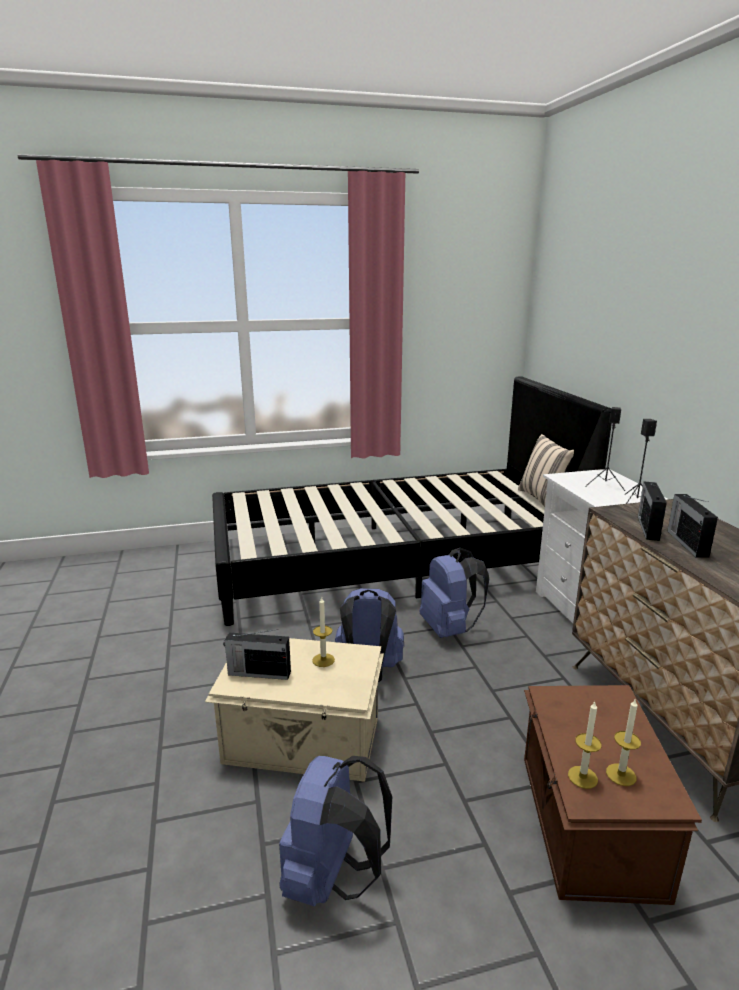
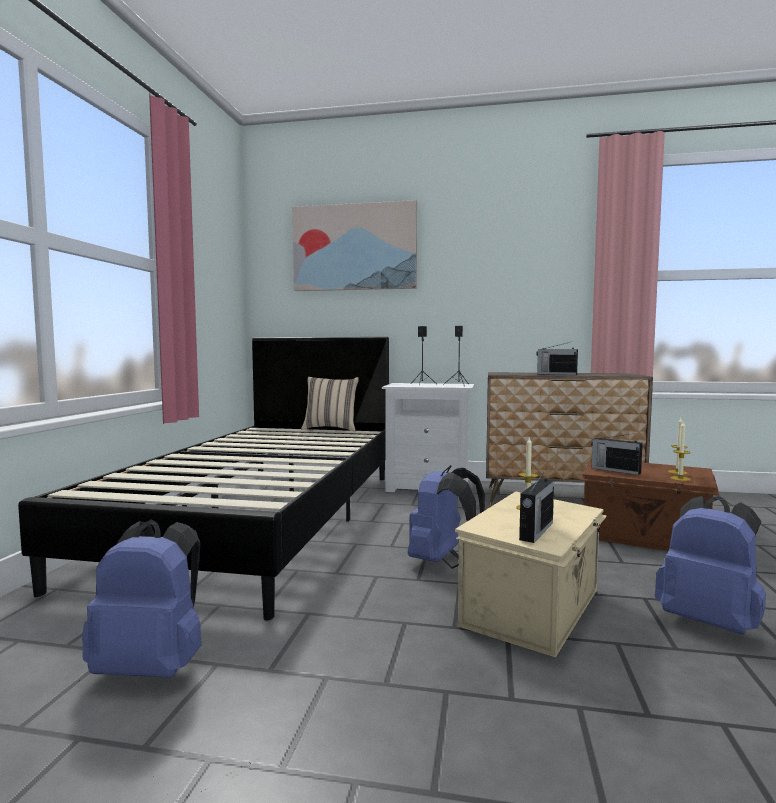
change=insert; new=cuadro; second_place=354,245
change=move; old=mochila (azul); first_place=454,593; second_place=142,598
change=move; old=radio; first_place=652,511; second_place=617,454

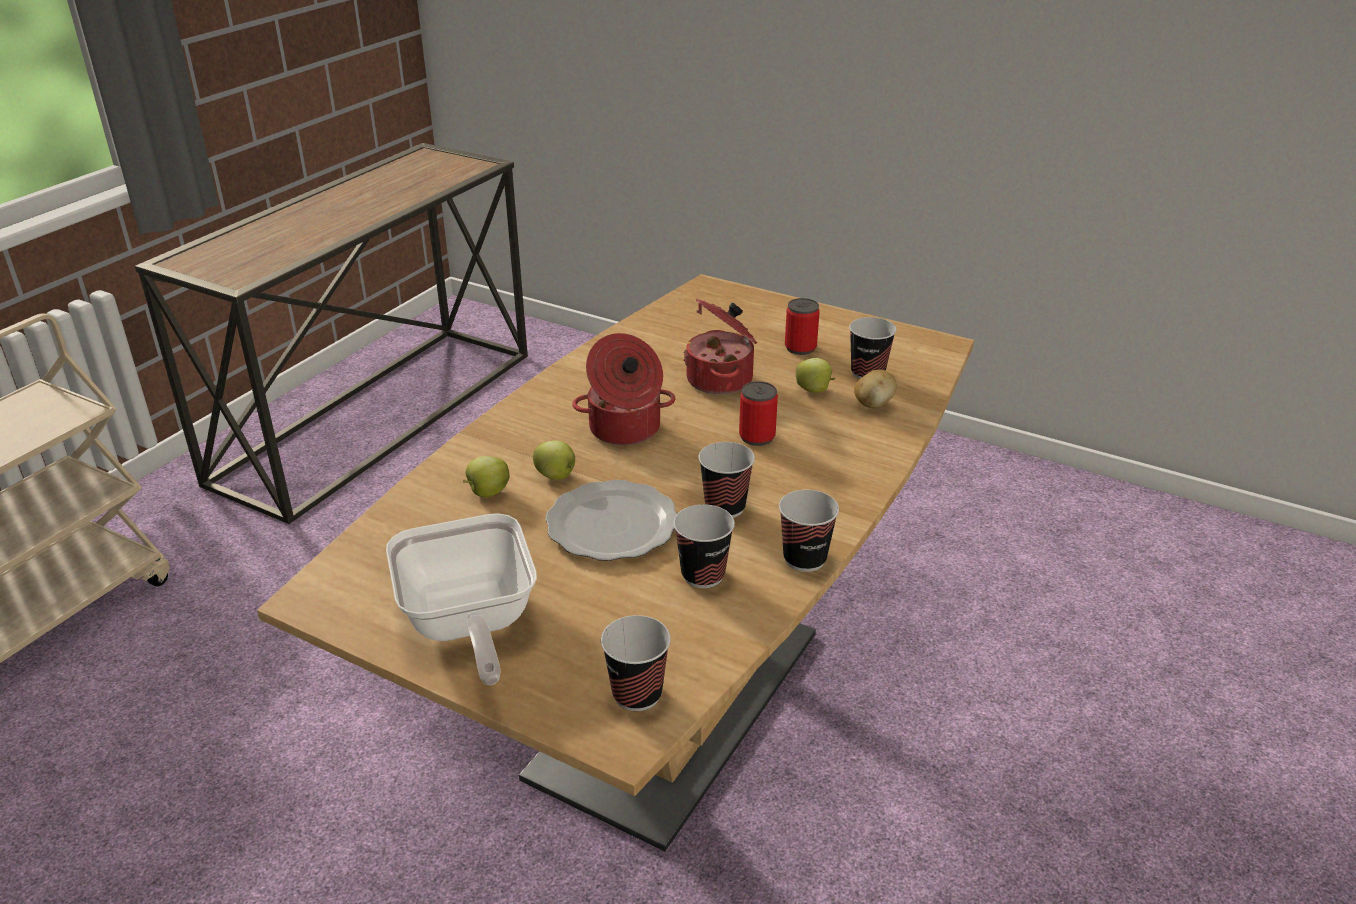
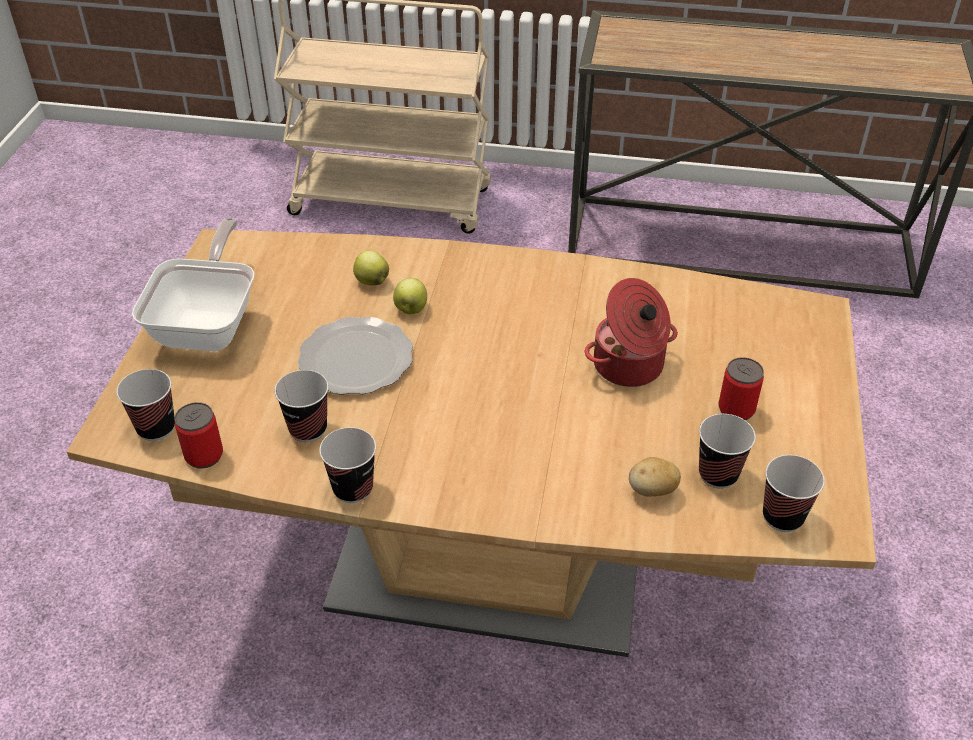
change=delete; old=olla; first_place=624,389
change=delete; old=manzana; first_place=815,375
change=move; old=taza; first_place=727,480; second_place=794,493
change=move; old=lata; first_place=758,413; second_place=199,435
change=rotate; old=sartén; first_place=461,599; second_place=193,284; degrees=135

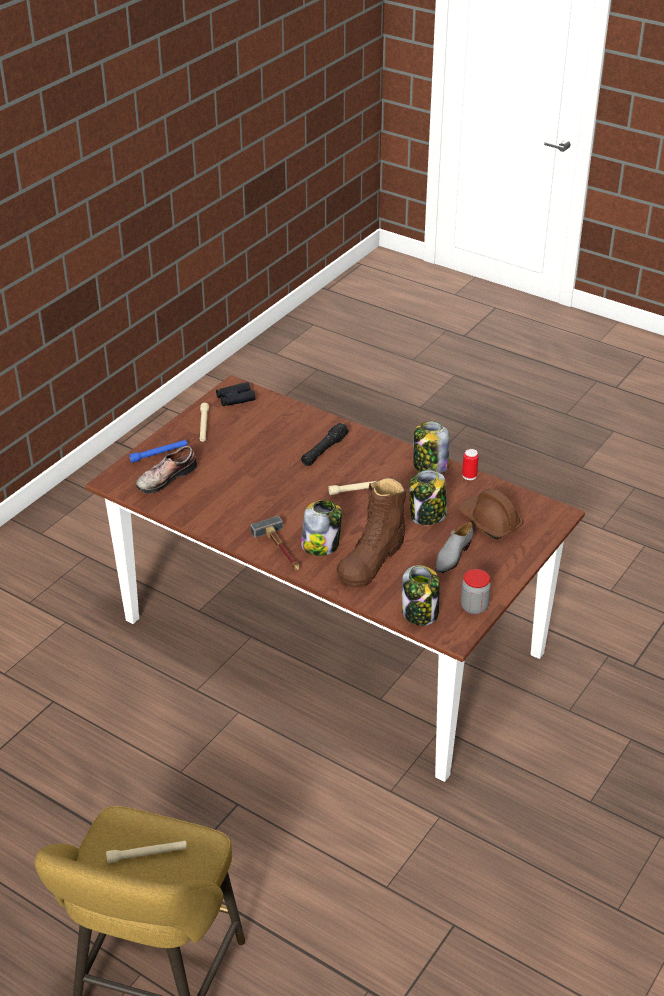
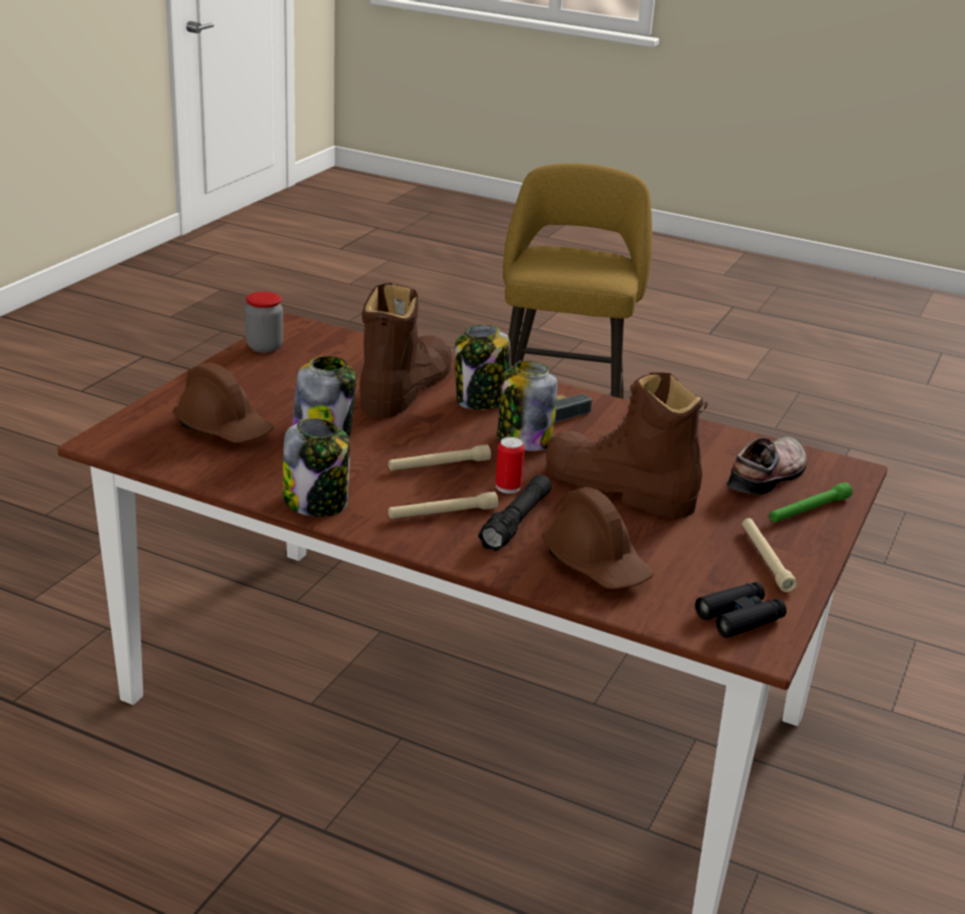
change=delete; old=zapato (gris); first_place=454,547
change=insert; new=casco (marrón); second_place=598,538
change=insert; new=bota (marrón); second_place=627,445
change=move; old=linterna (beis); first_place=146,852; second_place=443,505
change=move; old=tarro; first_place=421,595; second_place=527,406
change=move; old=lata; first_place=470,464; second_place=510,465
change=recolor; old=linterna (azul); new=linterna (verde); first_place=158,451; second_place=811,502

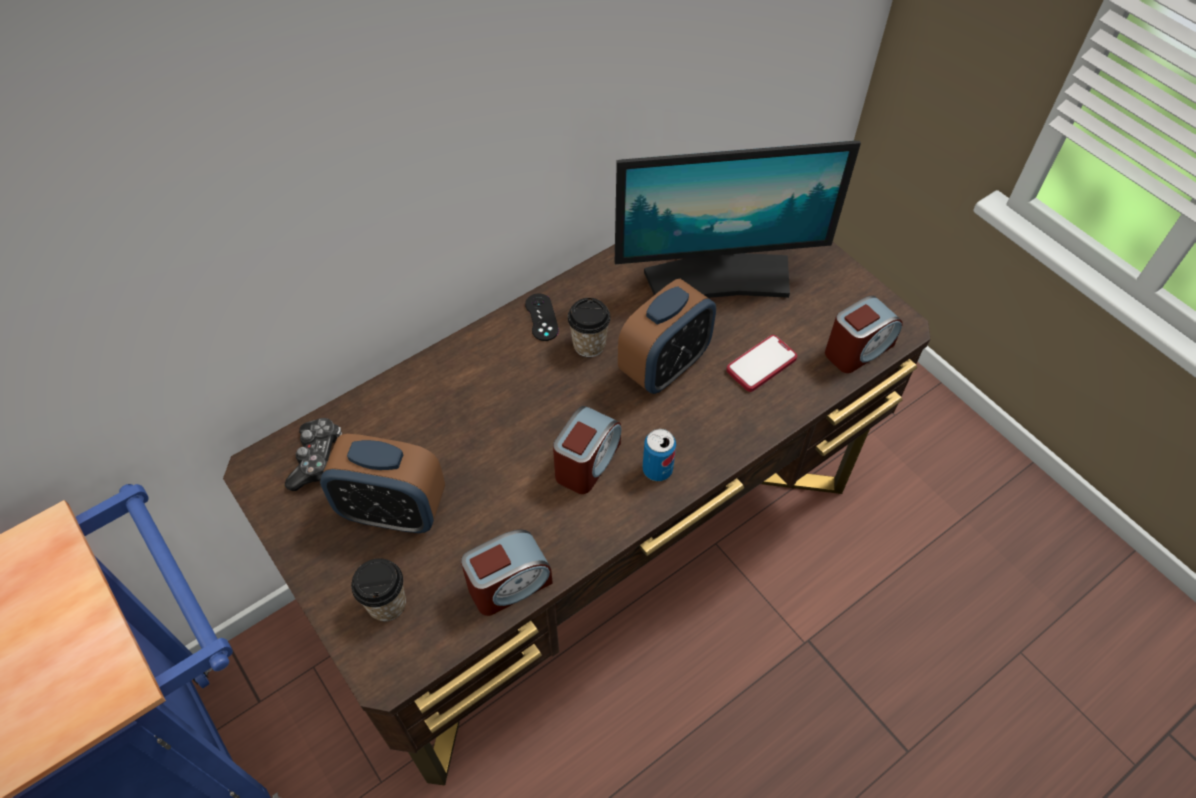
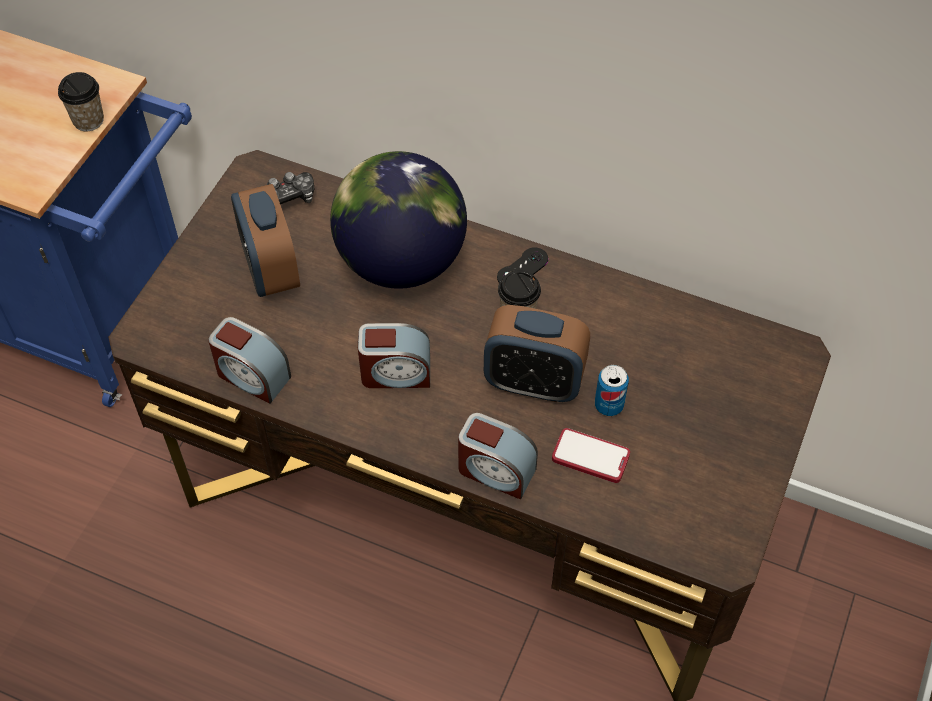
change=delete; old=monitor; first_place=738,219
change=insert; new=globo terráqueo; second_place=398,220
change=move; old=taza; first_place=378,589; second_place=81,101
change=move; old=lata; first_place=659,455; second_place=612,390
change=move; old=despertador; first_place=864,334; second_place=498,456

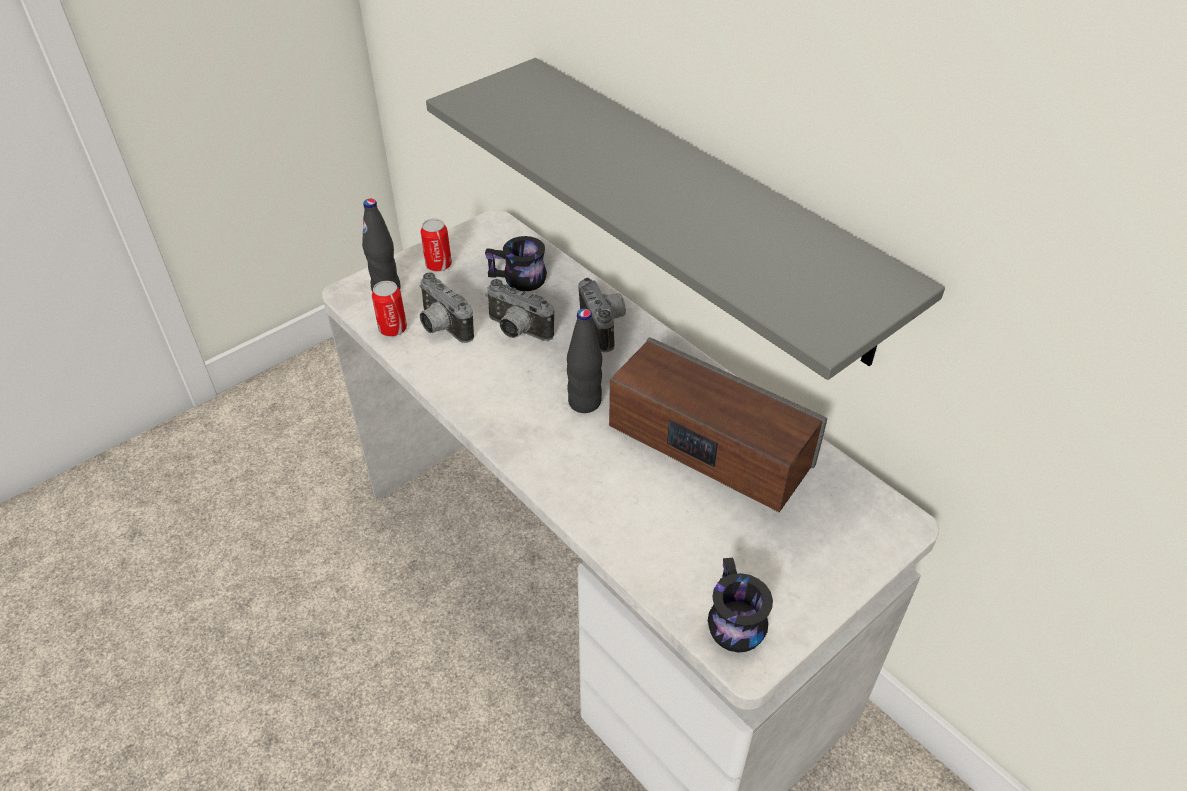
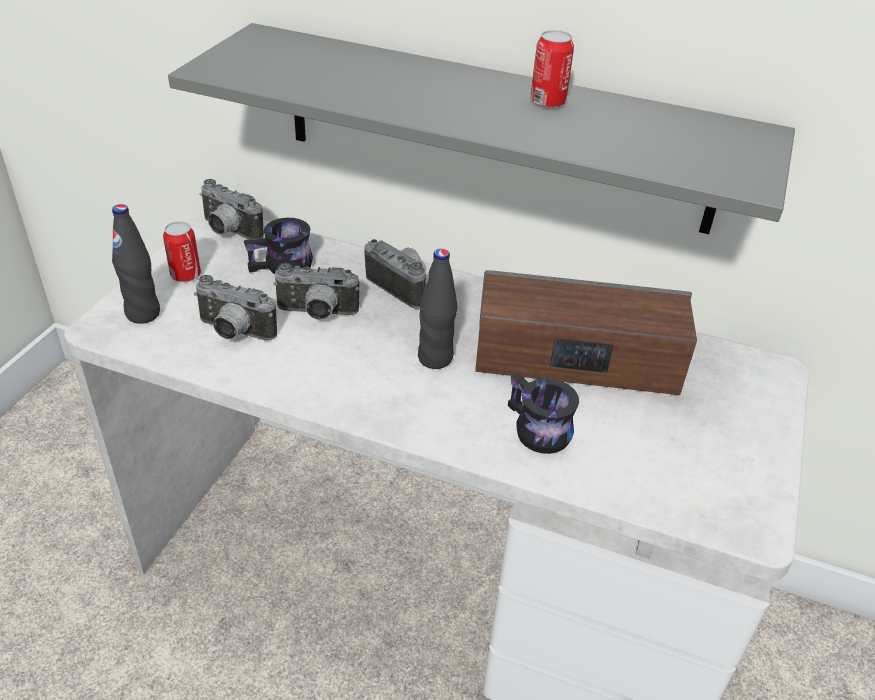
change=insert; new=cámara; second_place=231,209
change=move; old=lata; first_place=389,308; second_place=552,69
change=move; old=taza grande (negro); first_place=740,605; second_place=543,413

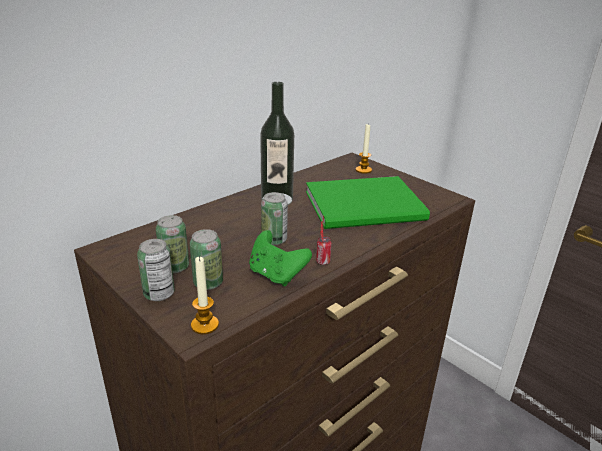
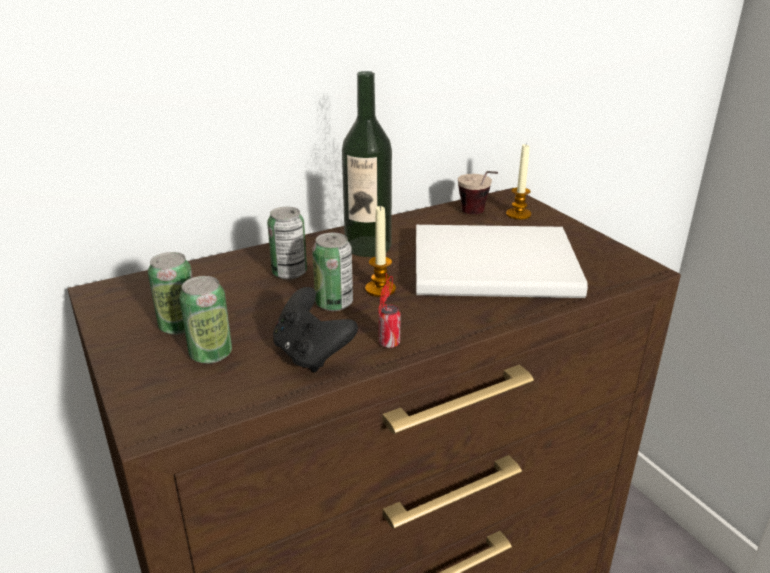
change=insert; new=taza; second_place=478,192
change=move; old=lata; first_place=156,270; second_place=287,243
change=move; old=vela; first_place=205,295; second_place=380,251
change=recolor; old=mando de consola (verde); new=mando de consola (negro); first_place=280,258; second_place=315,330
change=recolor; old=libro (verde); new=libro (blanco); first_place=368,202; second_place=502,261

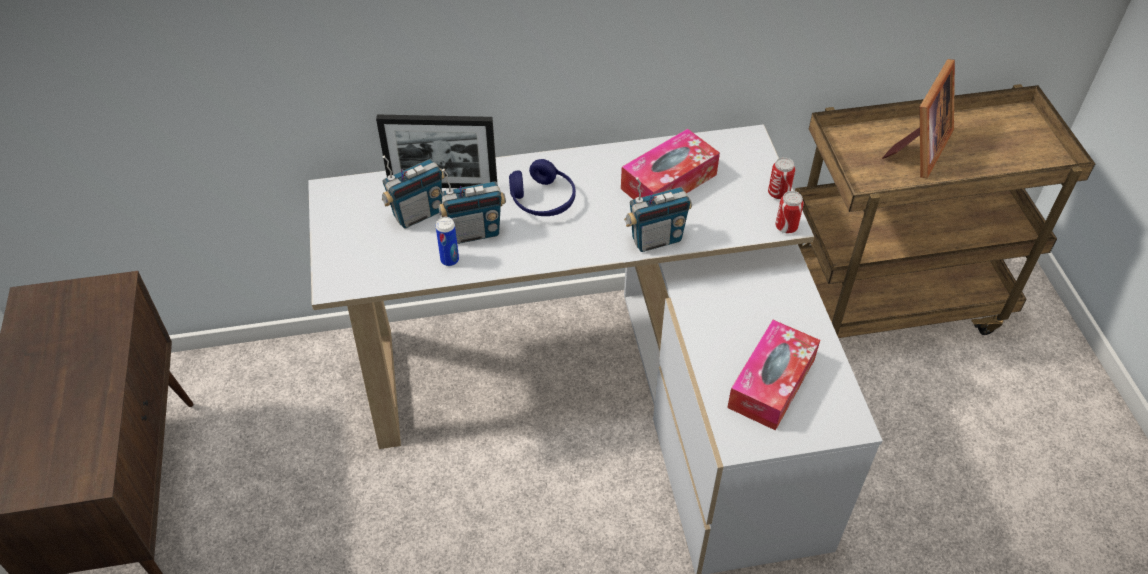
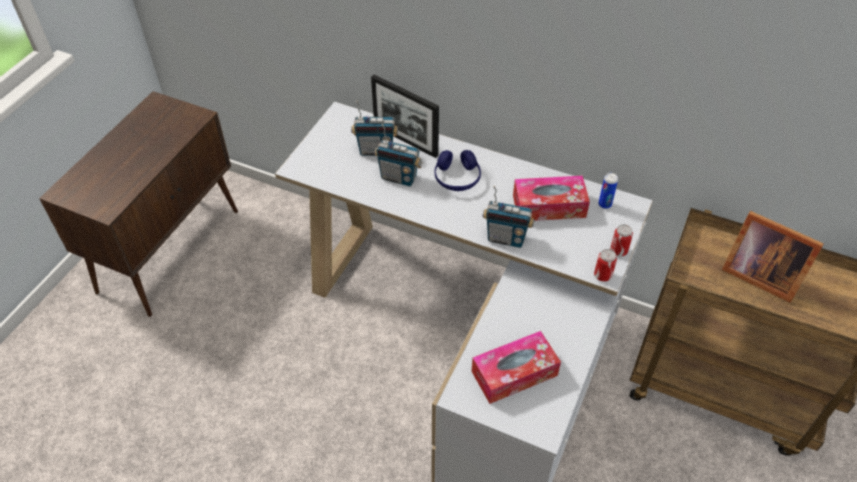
change=move; old=lata; first_place=447,241; second_place=608,191
change=rotate; old=portarretratos; first_place=918,118; second_place=773,257; degrees=60

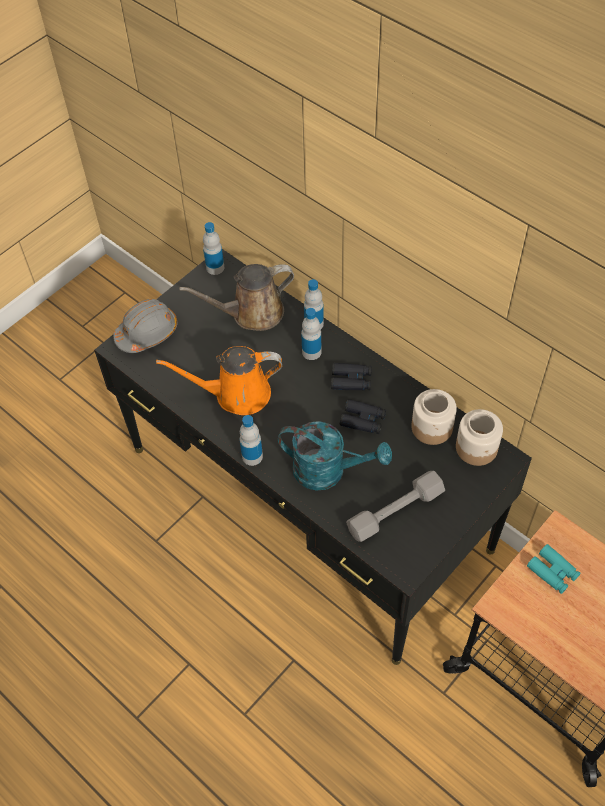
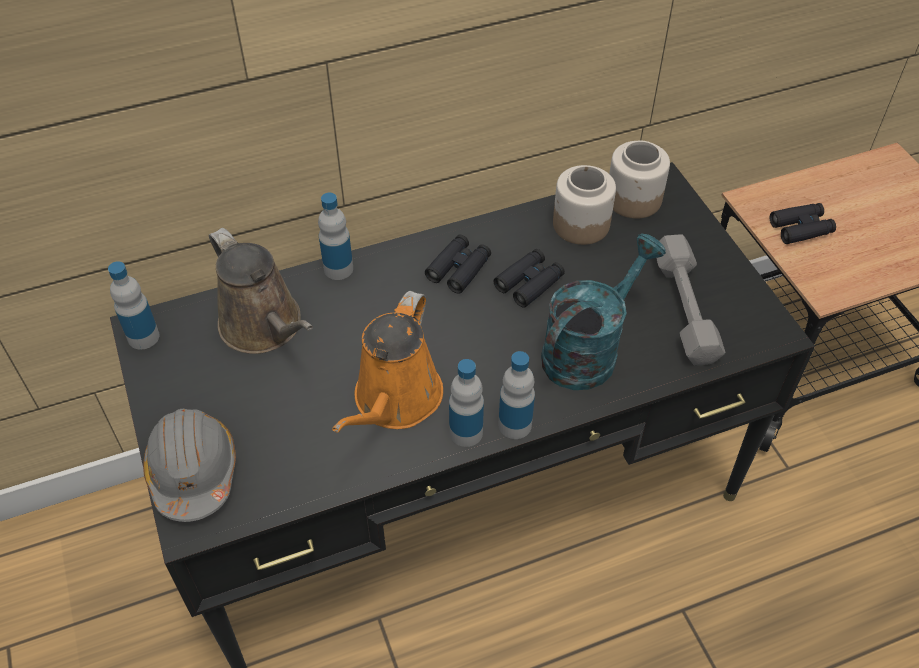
change=move; old=botella; first_place=311,334; second_place=466,403
change=recolor; old=prismáticos (turquesa); new=prismáticos (negro); first_place=553,569; second_place=803,223
change=rotate; old=regadera (marrón); first_place=236,297; second_place=261,291; degrees=-45

